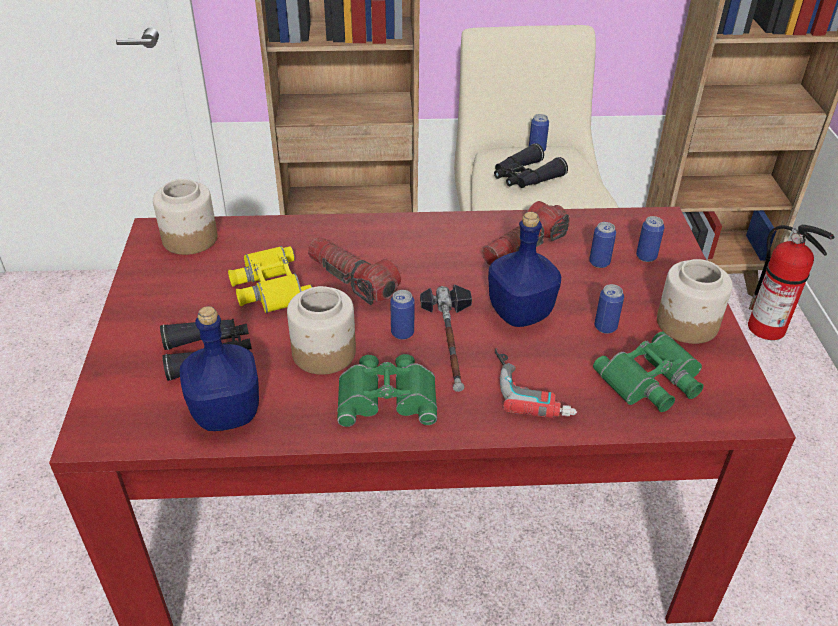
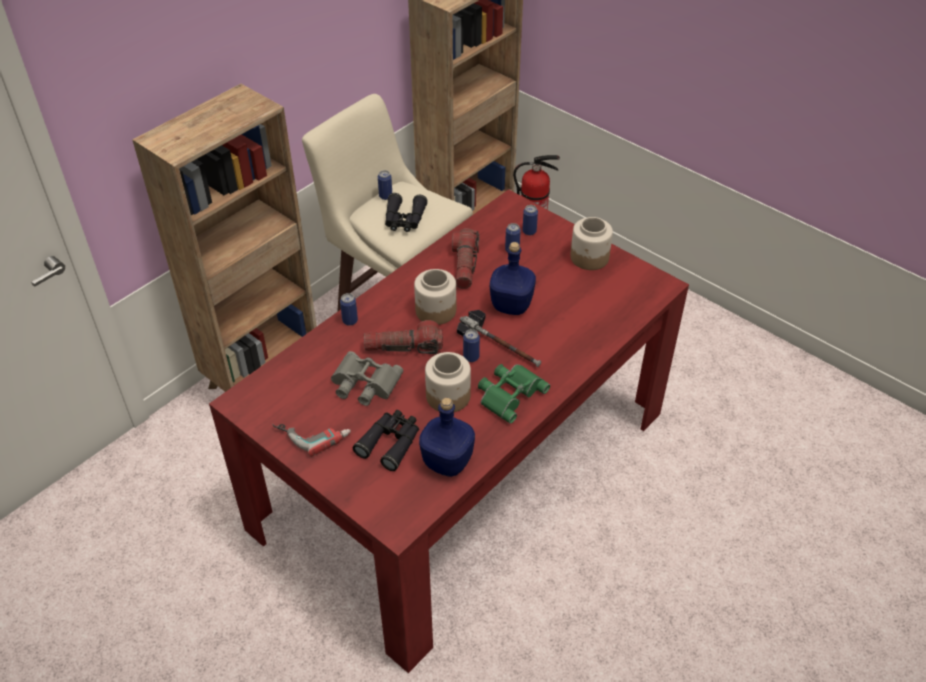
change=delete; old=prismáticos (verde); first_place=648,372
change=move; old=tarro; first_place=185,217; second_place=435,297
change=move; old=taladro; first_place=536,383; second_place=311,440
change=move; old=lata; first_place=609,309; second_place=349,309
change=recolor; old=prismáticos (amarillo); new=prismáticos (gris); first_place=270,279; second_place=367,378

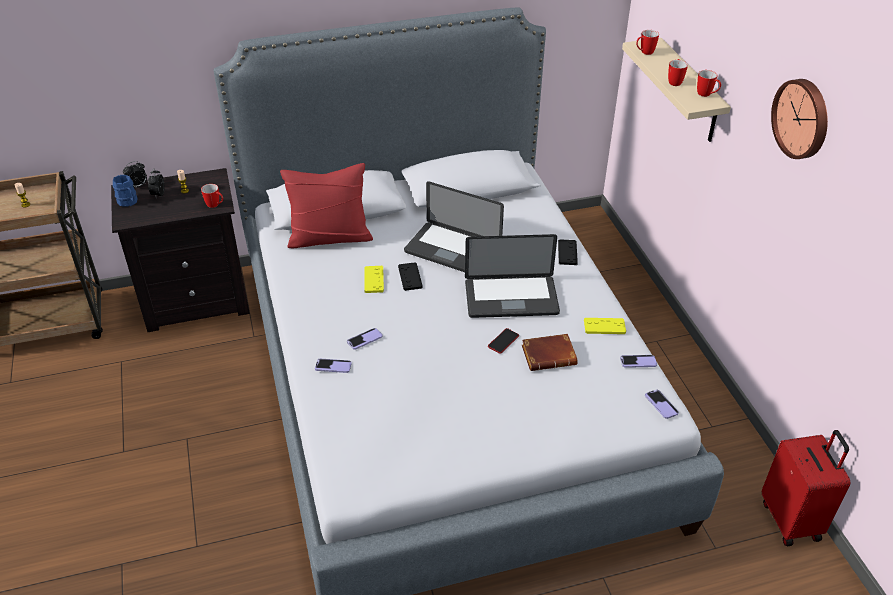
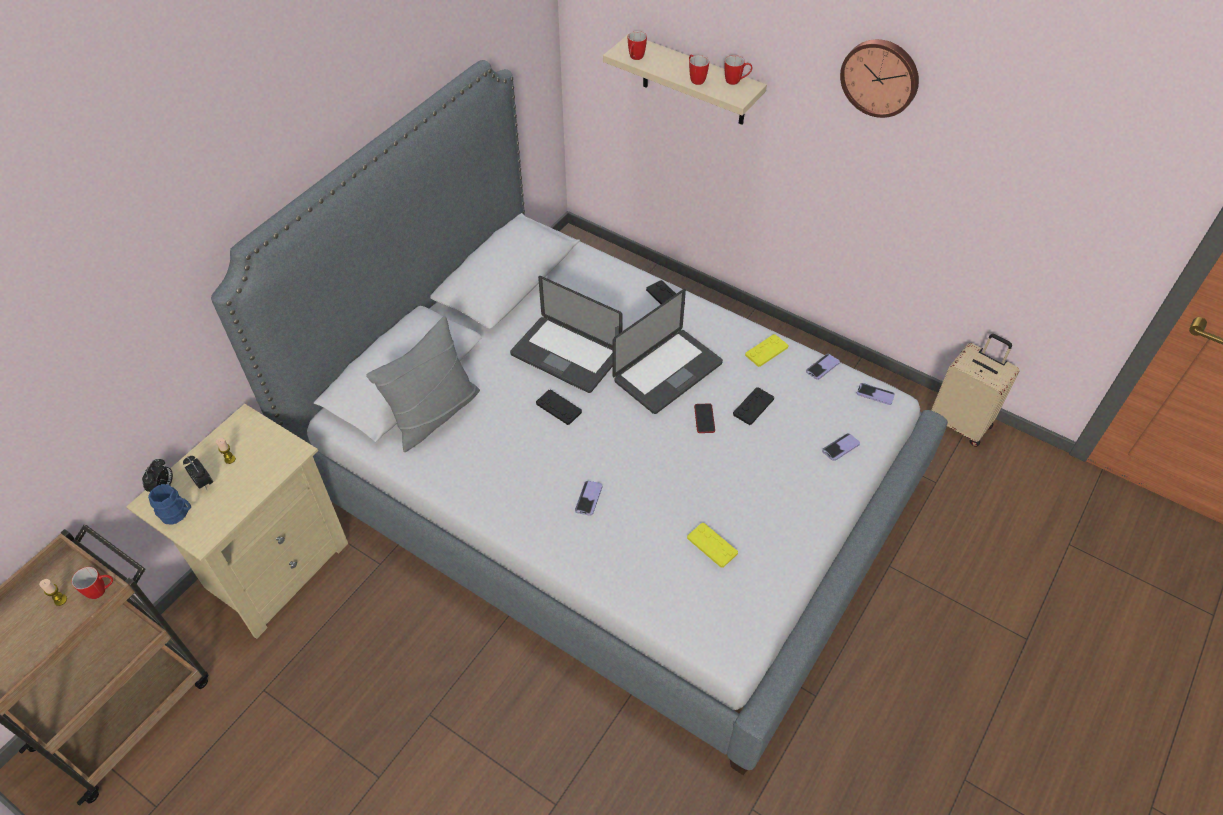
change=move; old=taza grande; first_place=212,196; second_place=92,583
change=move; old=móvil; first_place=333,366; second_place=841,447
change=move; old=mando de consola (amarillo); first_place=374,279; second_place=712,545
change=replace; old=libro (marrón); new=mando de consola (negro); first_place=550,352; second_place=753,406
change=recolor; old=mesita de noche (negro); new=mesita de noche (beis); first_place=180,250; second_place=237,521
change=recolor; old=cojín (rojo); new=cojín (gris); first_place=326,205; second_place=423,384
change=recolor; old=maleta (rojo); new=maleta (beis); first_place=806,488; second_place=975,390
change=rotate; old=portátil; first_place=454,226; second_place=566,334; degrees=45

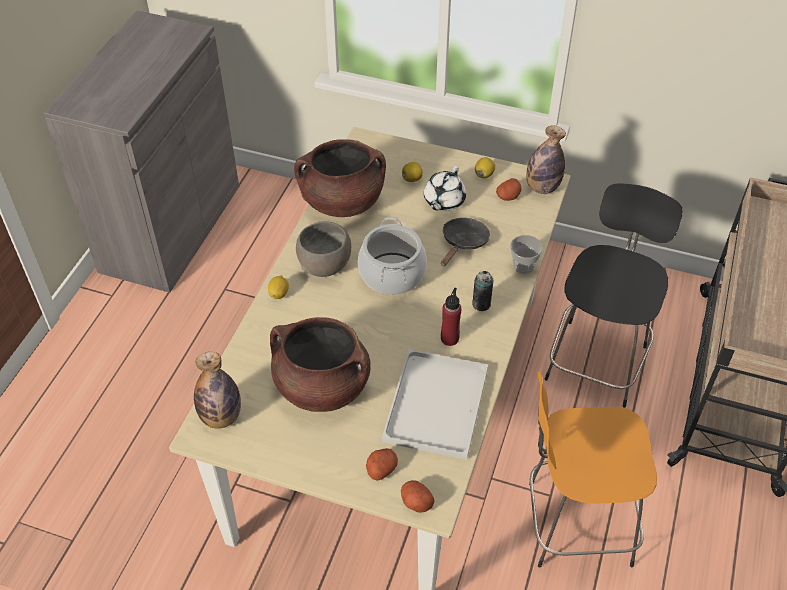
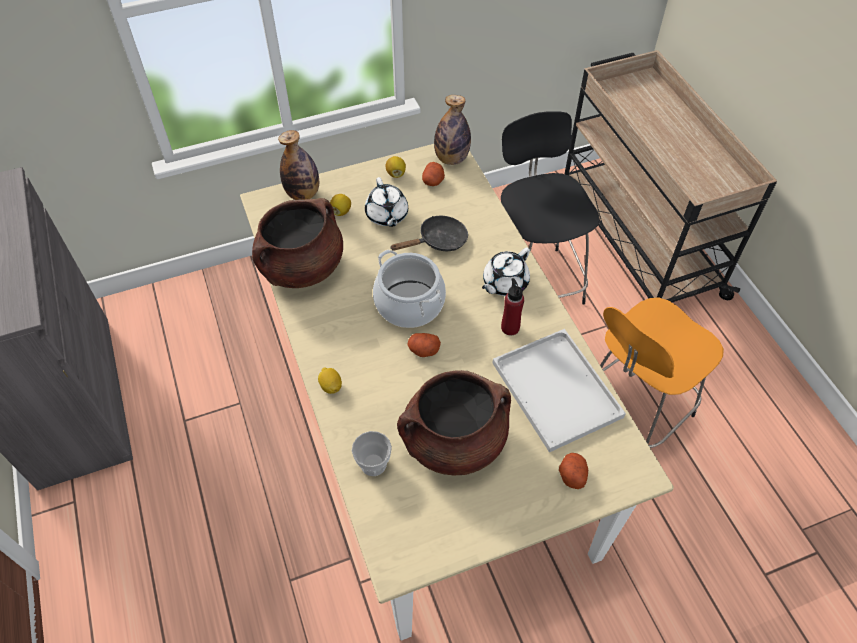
change=delete; old=cuenco (gris); first_place=323,249
change=move; old=botella; first_place=217,390; second_place=298,165
change=move; old=patata; first_place=417,496; second_place=424,345
change=move; old=taza; first_place=526,254; second_place=372,453
change=replace; old=lata; new=tetera (blanco); first_place=482,291; second_place=506,271
change=rotate; old=sartén (negro); first_place=465,242; second_place=429,233; degrees=75

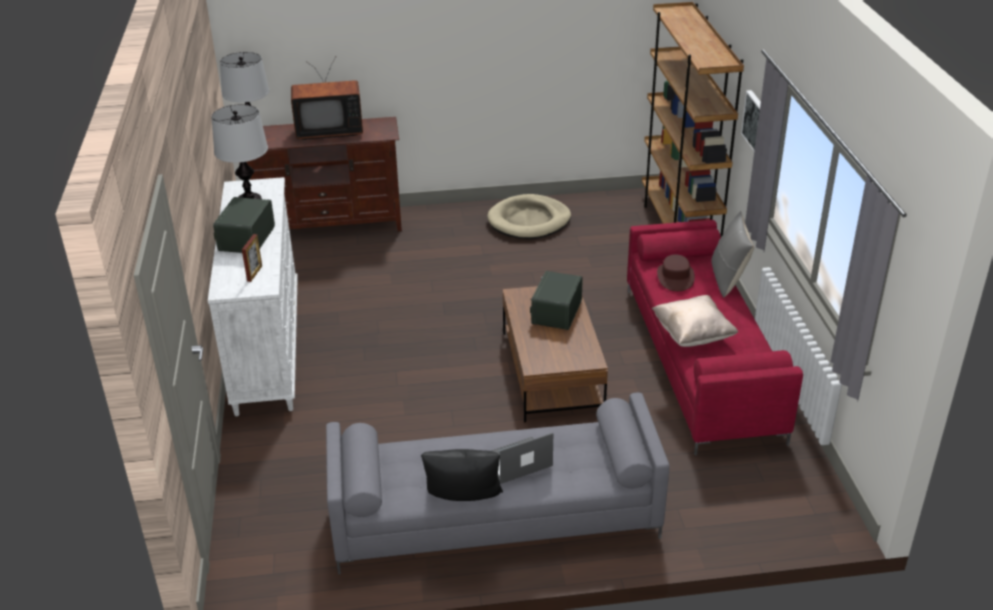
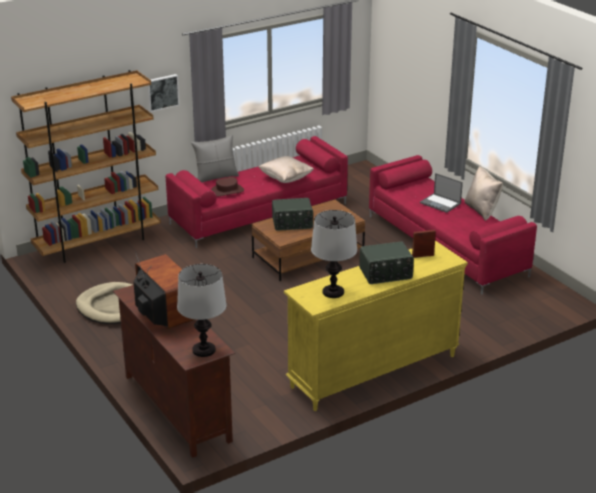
change=recolor; old=cómoda (blanco); new=cómoda (amarillo); first_place=253,296; second_place=376,326
change=recolor; old=sofá (gris); new=sofá (rojo); first_place=497,483; second_place=453,225
change=recolor; old=cojín (negro); new=cojín (beis); first_place=462,475; second_place=484,193

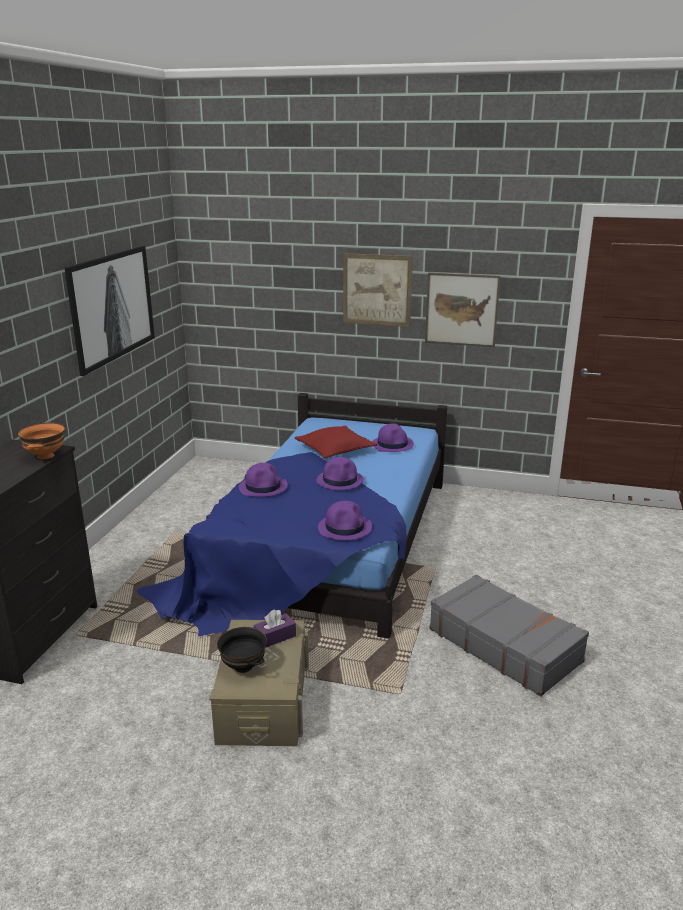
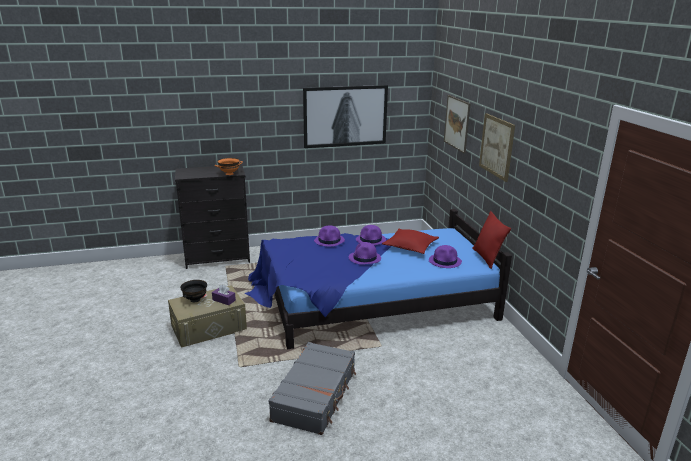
change=insert; new=cojín (rojo); second_place=491,240
change=move; old=sombrero (morado); first_place=345,520; second_place=371,235
change=move; old=cuadro; first_place=462,310; second_place=457,124

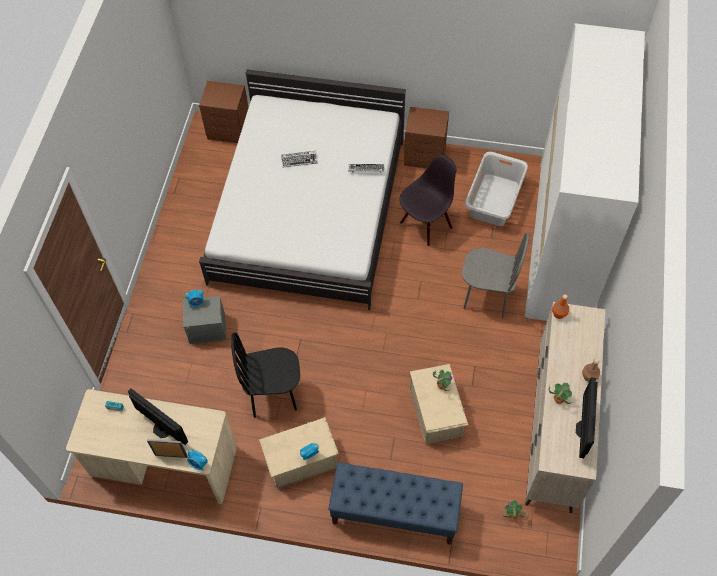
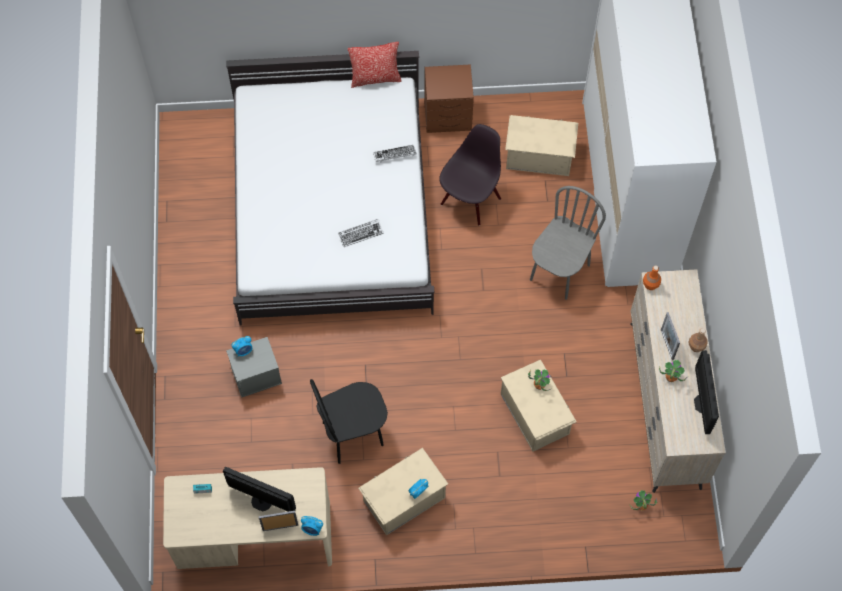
change=delete; old=mesita de noche (marrón); first_place=223,112
change=delete; old=banco (azul); first_place=395,503
change=insert; new=cojín; second_place=375,65
change=insert; new=portarretratos; second_place=670,336
change=move; old=teclado; first_place=299,159; second_place=361,233
change=replace; old=cesto de la ropa (gris); new=caja de almacenaje (beis); first_place=496,189; second_place=541,145
change=rotate; old=silla (gris); first_place=496,275; second_place=568,243; degrees=-60

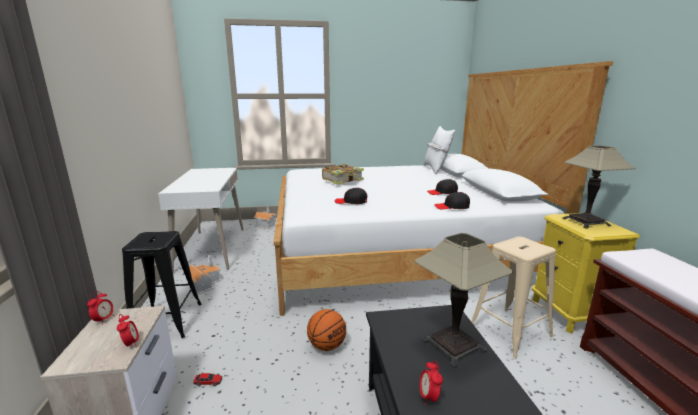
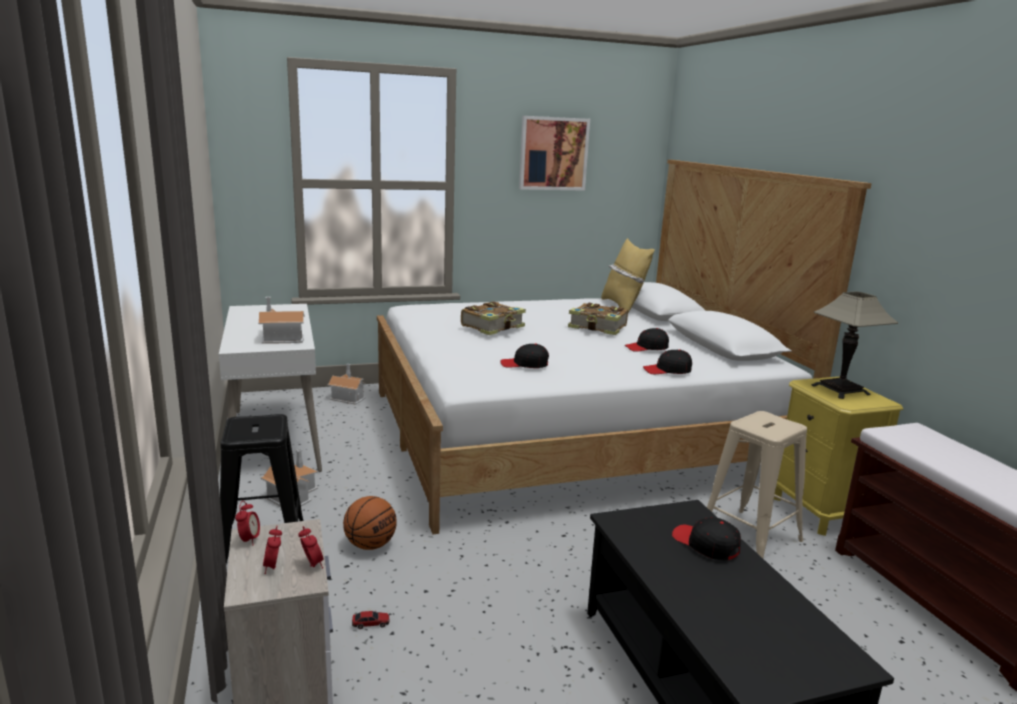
change=insert; new=casita; second_place=281,320
change=insert; new=cuadro; second_place=554,153
change=insert; new=libro; second_place=598,319
change=move; old=balón de baloncesto; first_place=326,330; second_place=370,523
change=move; old=despertador; first_place=431,383; second_place=272,550
change=replace; old=lámpara de mesa; new=gorra (negro); first_place=464,300; second_place=706,538
change=recolor; old=cojín (blanco); new=cojín (amarillo); first_place=439,150; second_place=628,275

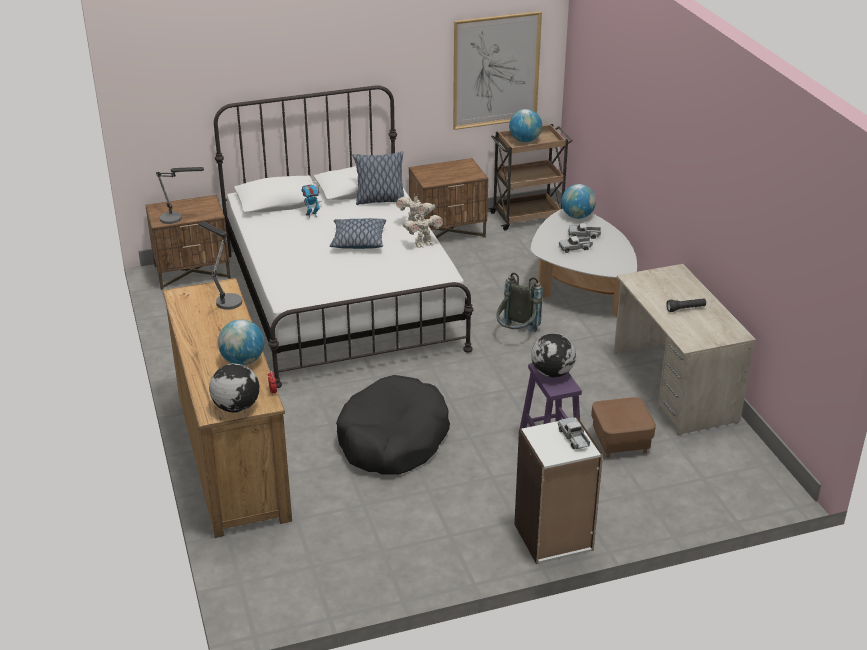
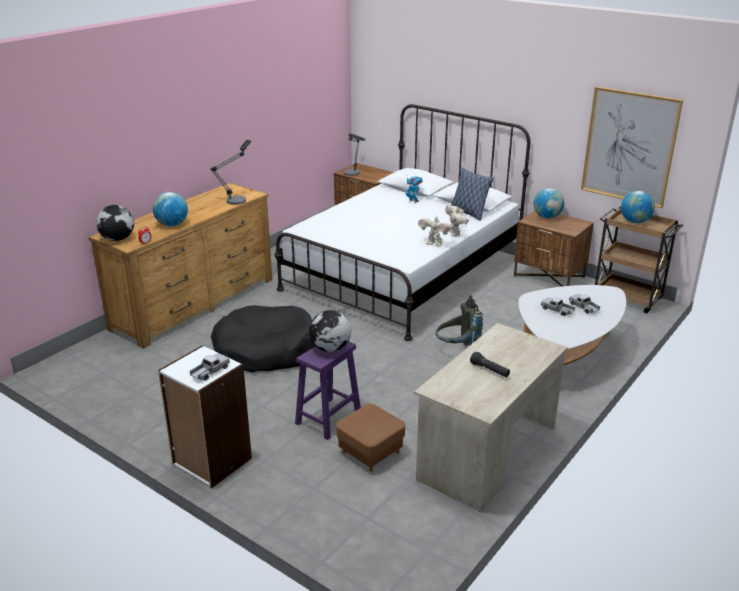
change=delete; old=cojín; first_place=358,233
change=move; old=globo terráqueo; first_place=578,201; second_place=549,203

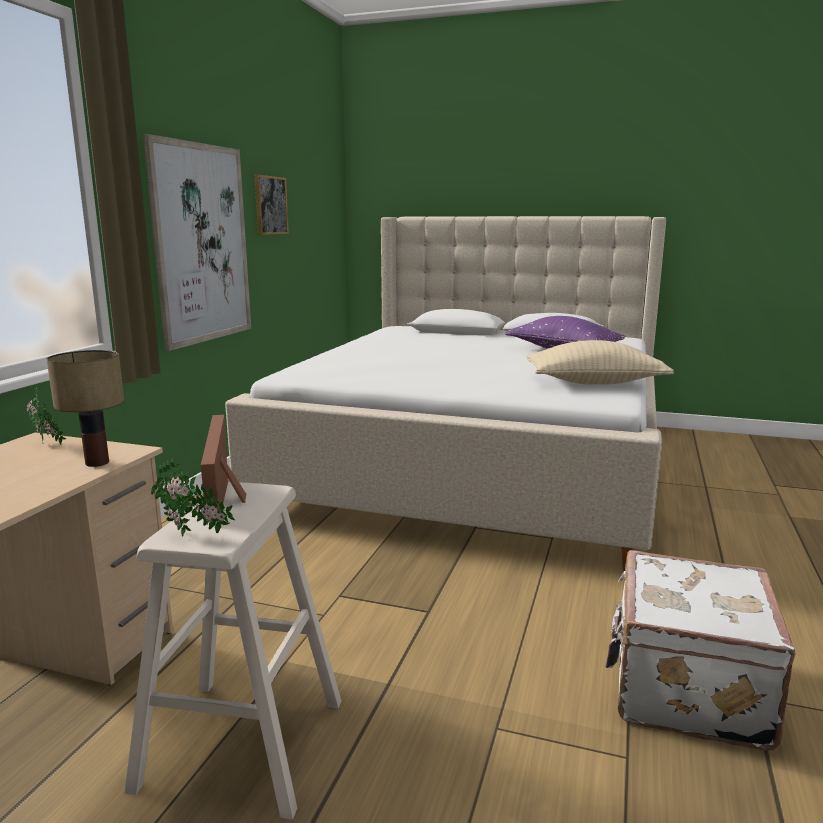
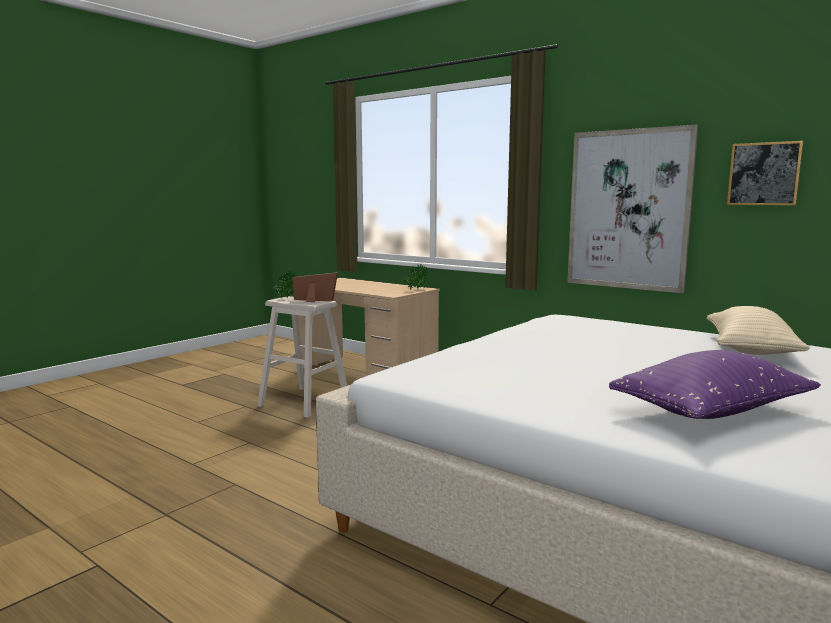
change=delete; old=lámpara de mesa; first_place=85,408
change=delete; old=maleta (blanco); first_place=700,650
change=move; old=cojín (beis); first_place=600,362; second_place=758,330

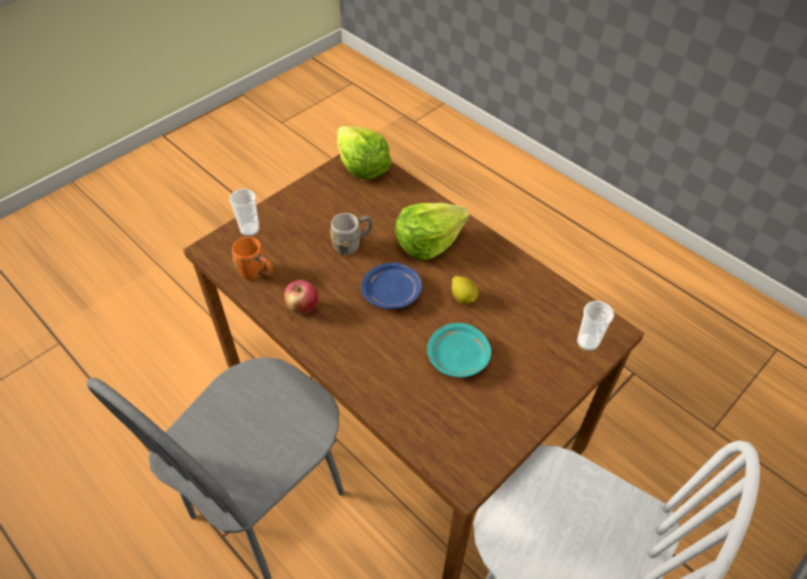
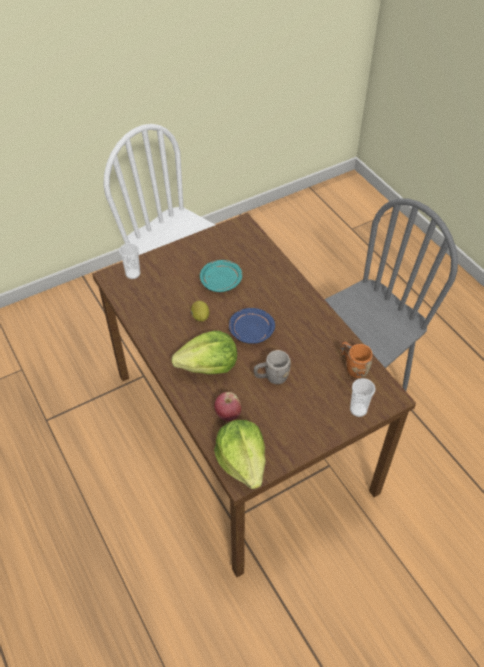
change=move; old=manzana; first_place=301,297; second_place=227,406

